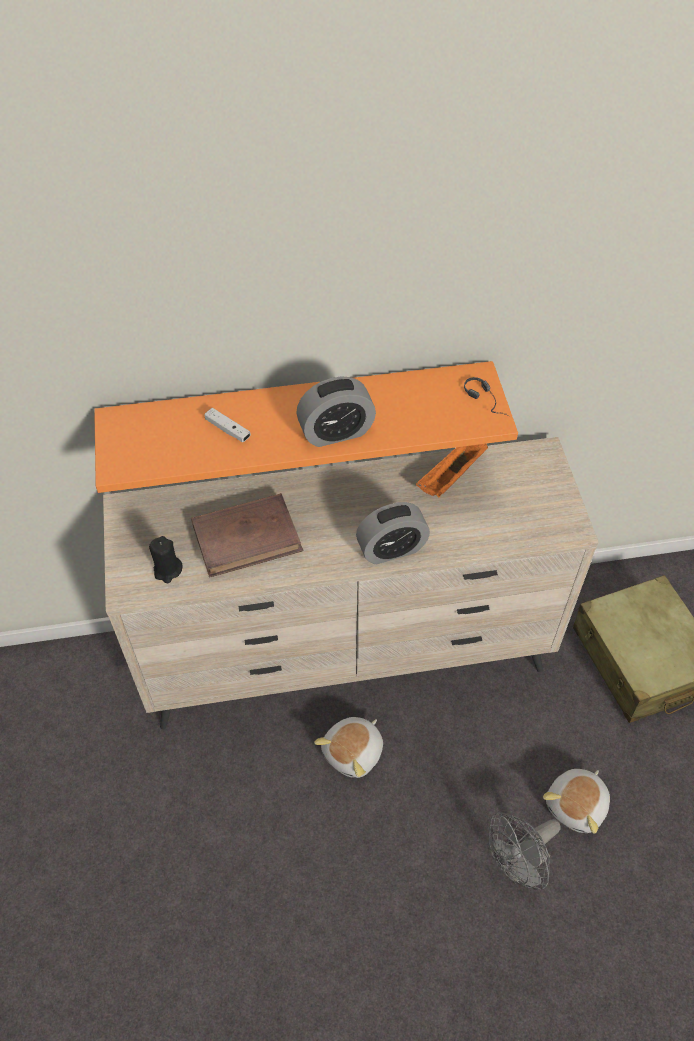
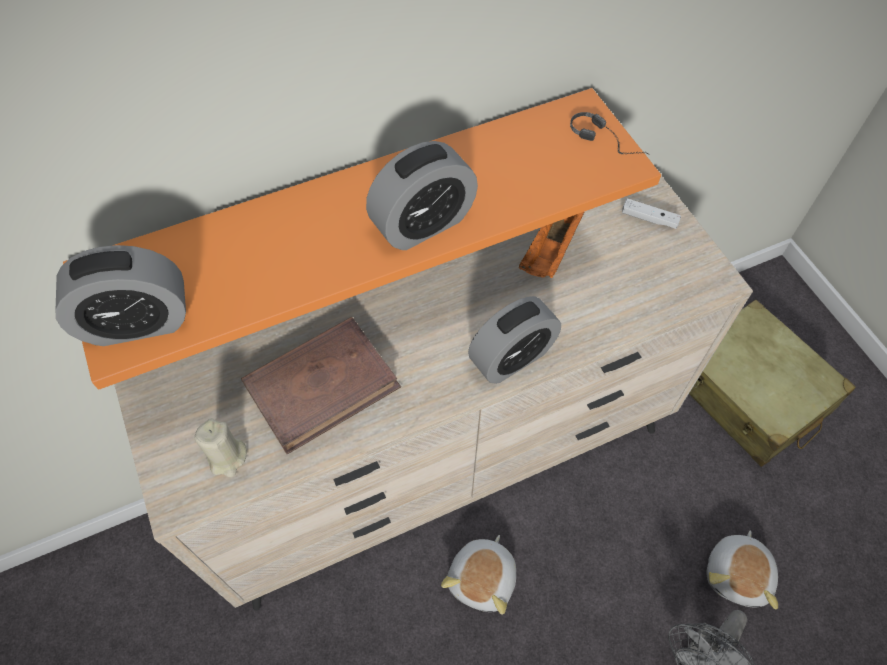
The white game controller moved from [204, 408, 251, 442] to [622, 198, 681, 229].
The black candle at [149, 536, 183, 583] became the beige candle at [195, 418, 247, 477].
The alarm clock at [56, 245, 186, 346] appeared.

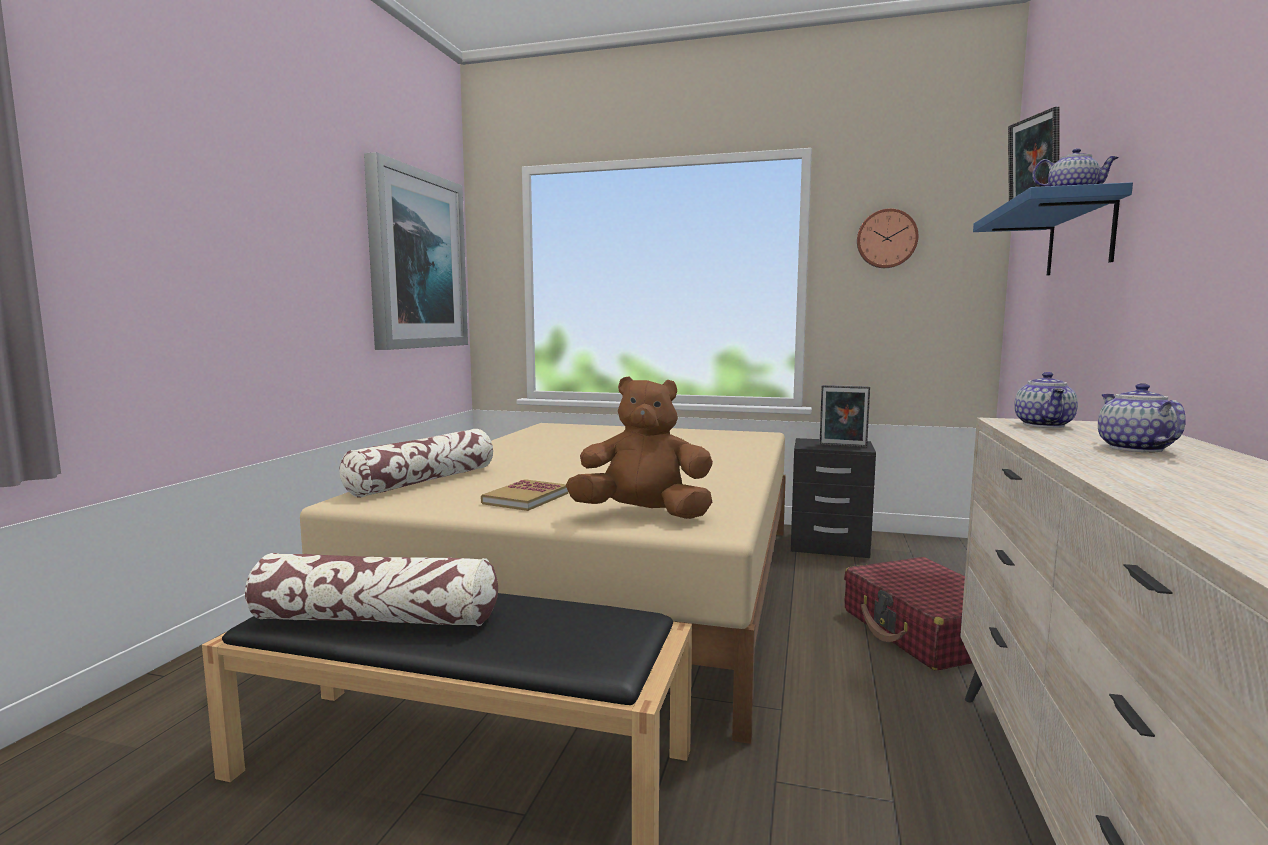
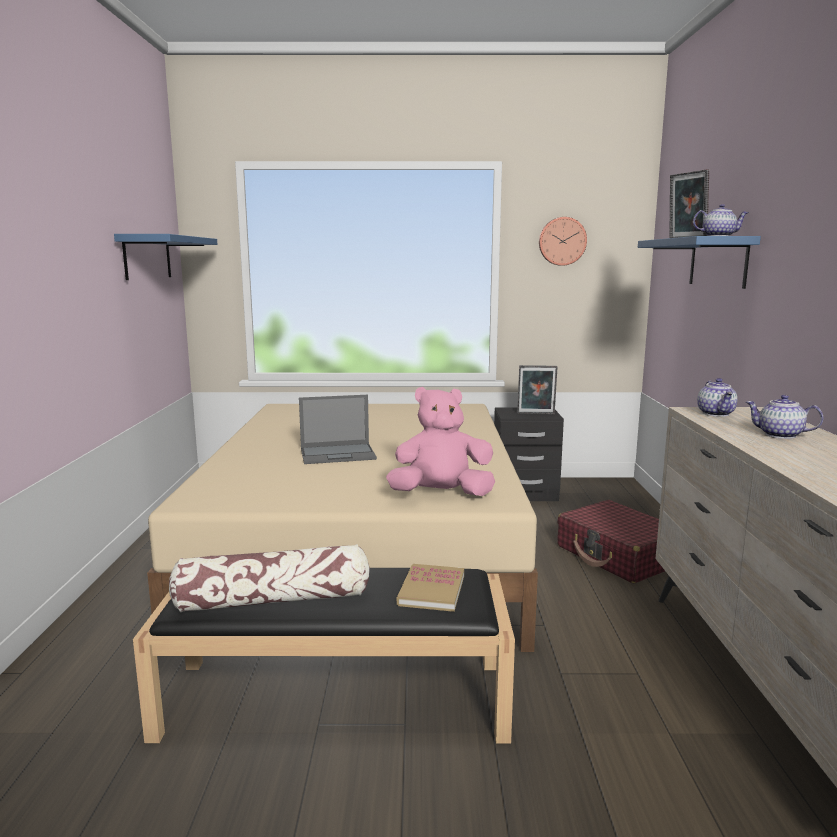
The picture at [364, 152, 468, 350] was replaced by the blue shelf at [114, 234, 218, 280].
The brown plush toy at [566, 376, 713, 519] became the pink plush toy at [386, 387, 495, 496].
The teapot at [1098, 383, 1186, 452] turned 45 degrees counterclockwise.
The pillow at [340, 429, 493, 498] disappeared.
The book moved from [481, 479, 568, 511] to [397, 564, 464, 612].
The laptop at [299, 395, 377, 464] appeared.

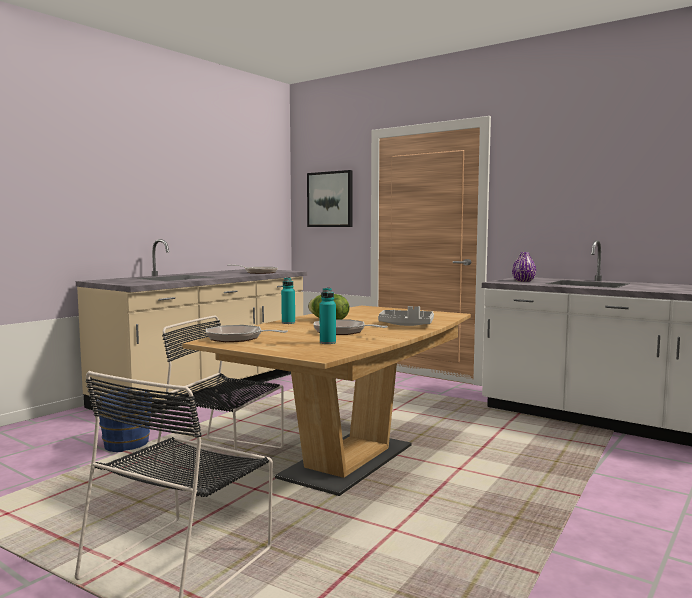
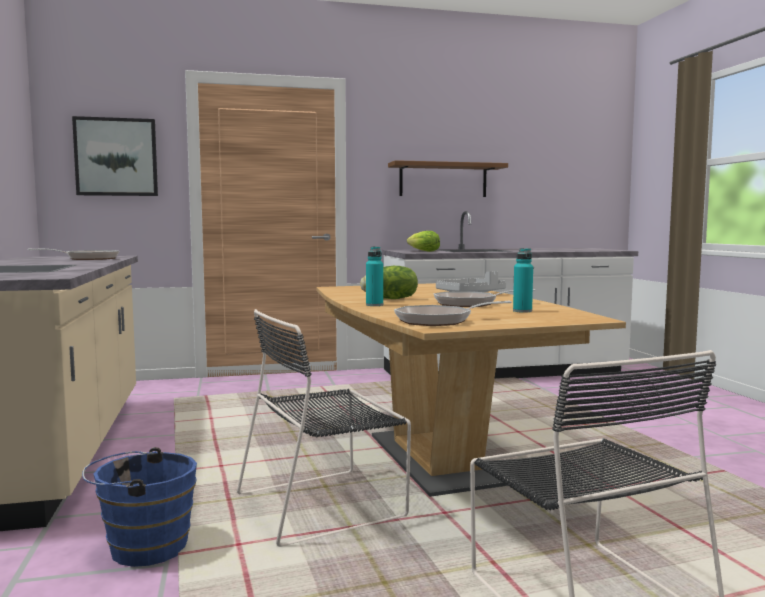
The purple vase at [512, 252, 536, 282] was replaced by the lettuce at [407, 231, 440, 252].
The brown shelf at [388, 160, 508, 197] appeared.

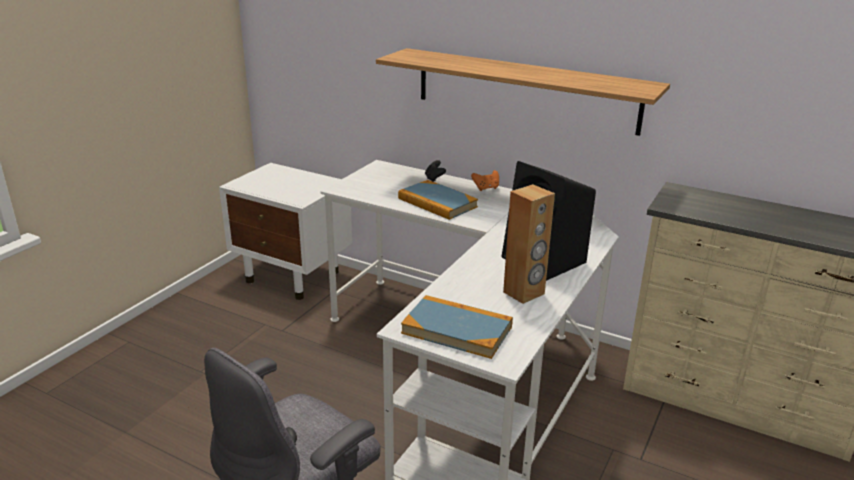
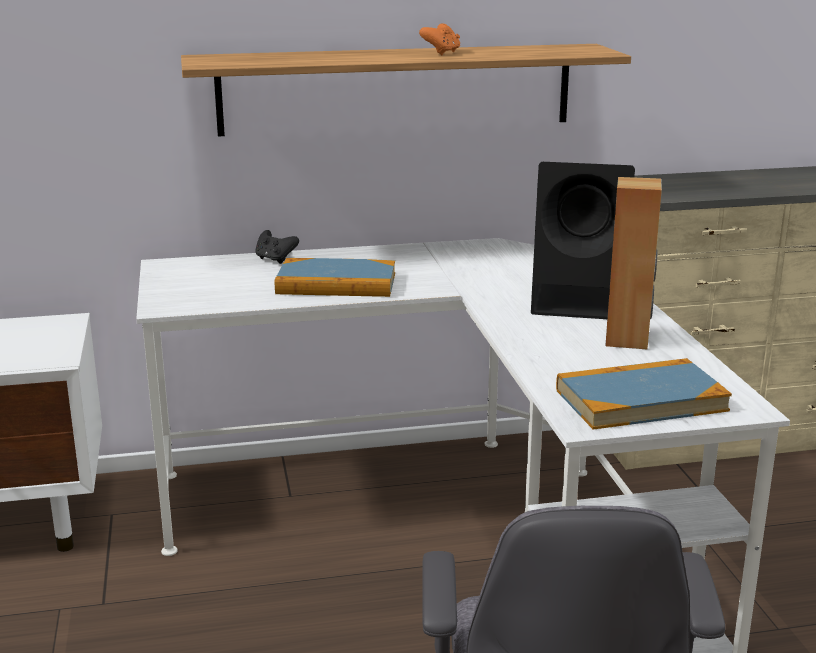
The orange game controller moved from [471, 170, 499, 191] to [419, 23, 460, 55].

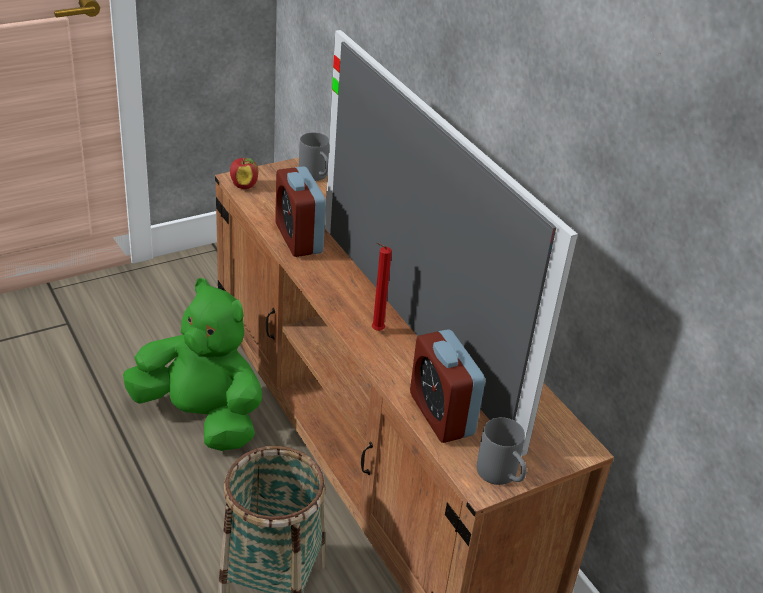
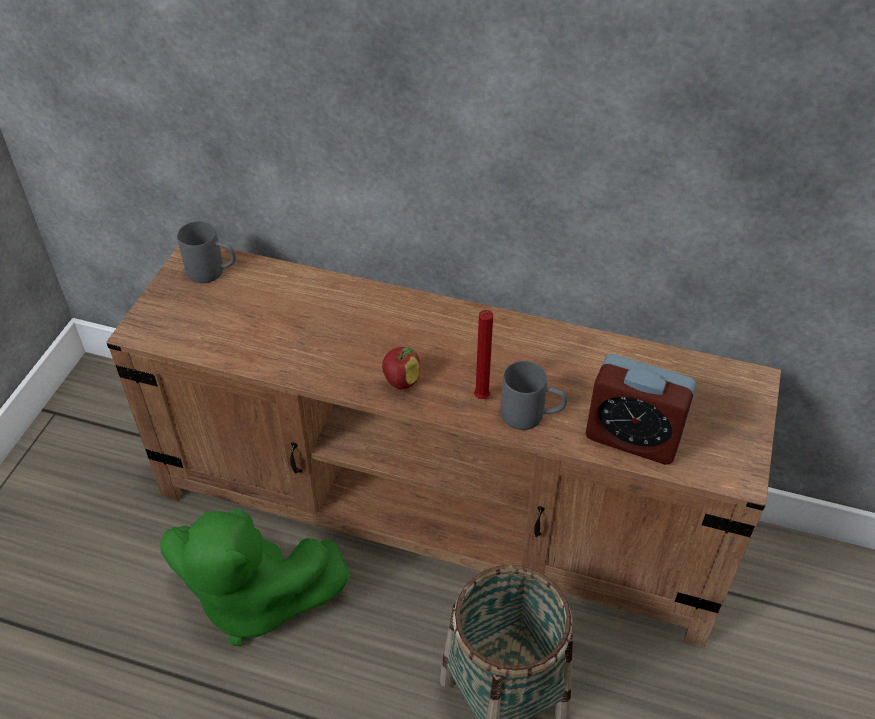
The television at [325, 30, 578, 456] disappeared.
The apple moved from [230, 157, 258, 189] to [382, 347, 420, 390].
The alarm clock at [275, 166, 326, 257] disappeared.
The green plush toy at [123, 278, 262, 451] turned 150 degrees counterclockwise.
The grey mug moved from [477, 417, 527, 485] to [501, 361, 567, 430].

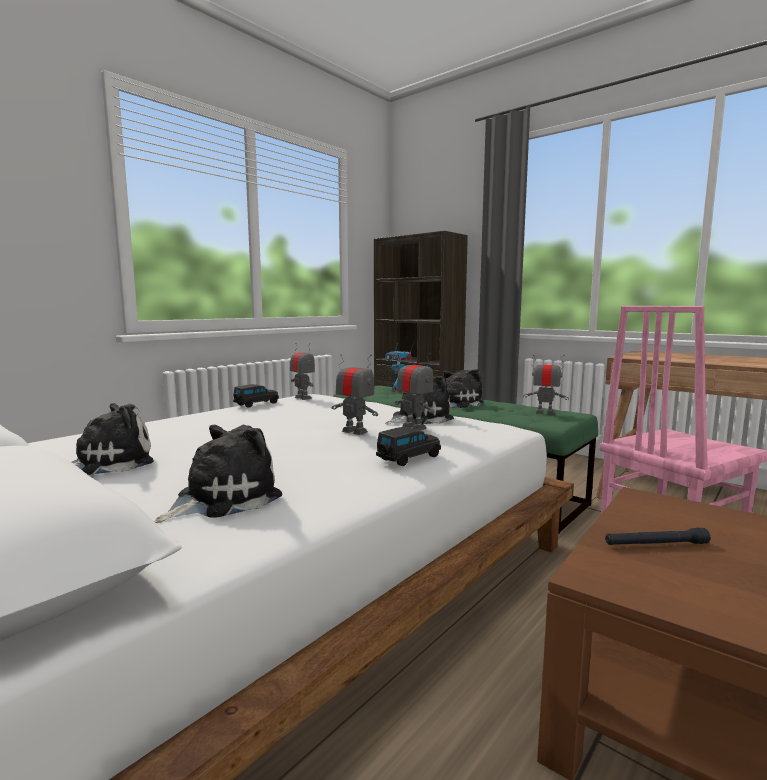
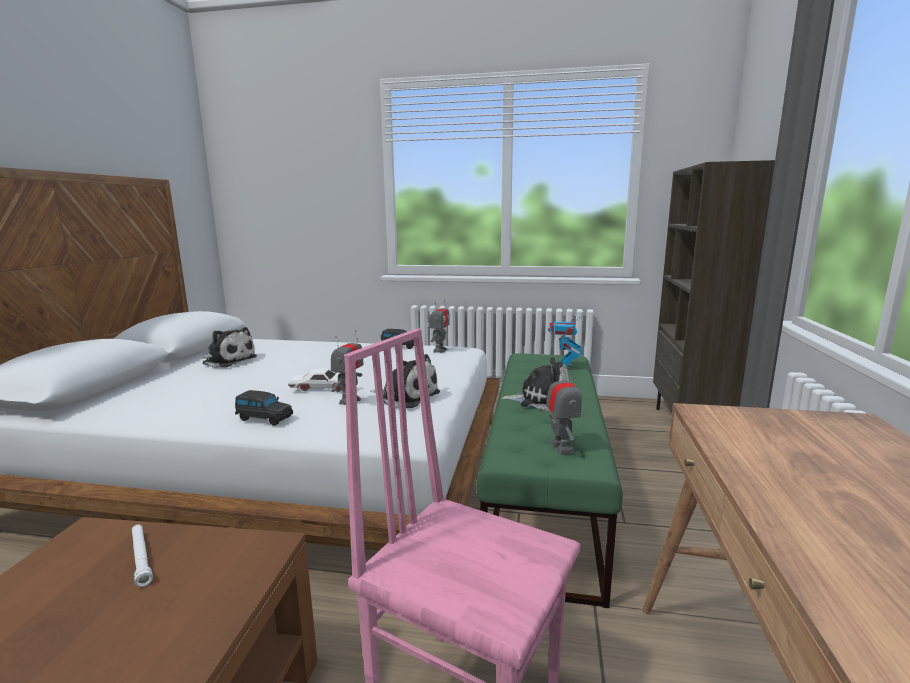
The toy robot at [331, 354, 378, 435] was replaced by the white toy car at [288, 369, 342, 392].
The plush toy at [155, 425, 282, 523] disappeared.
The black flashlight at [605, 528, 710, 545] became the white flashlight at [132, 525, 153, 587].

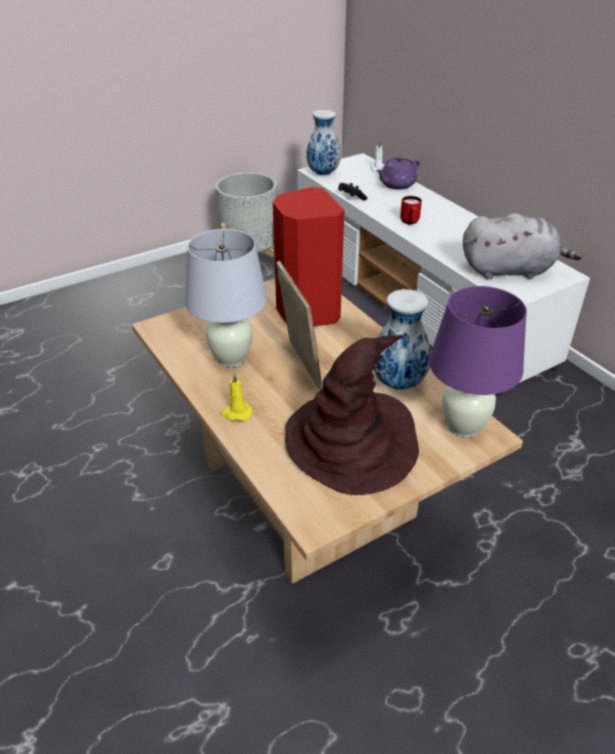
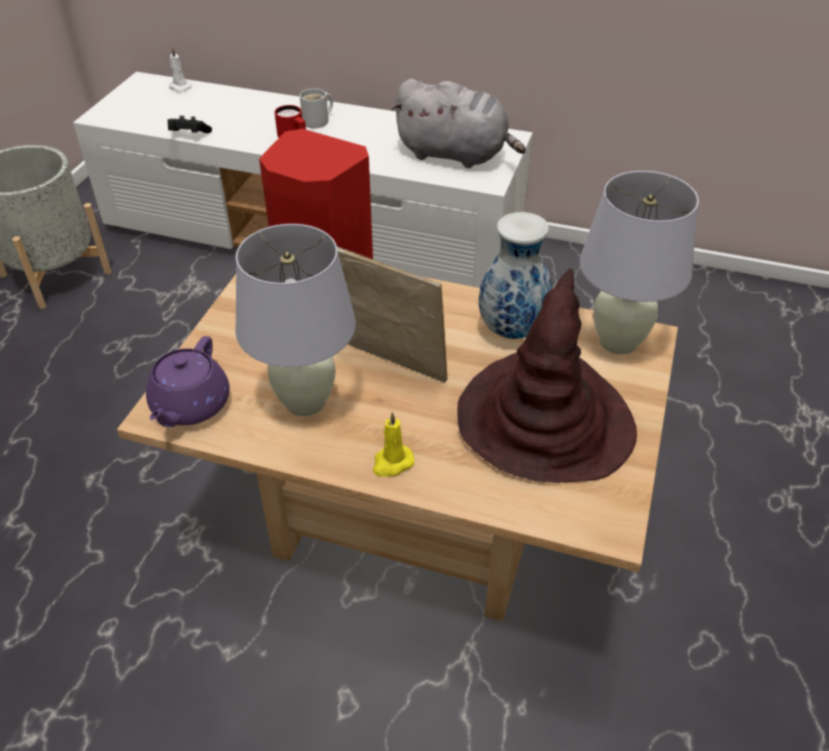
The vase at [306, 110, 341, 176] disappeared.
The purple teapot moved from [376, 156, 420, 190] to [146, 336, 230, 427].
The grey plush toy at [463, 213, 583, 279] turned 60 degrees clockwise.
The purple table lamp at [429, 286, 527, 437] became the white table lamp at [580, 171, 699, 354].
The white mug at [300, 88, 333, 128] appeared.

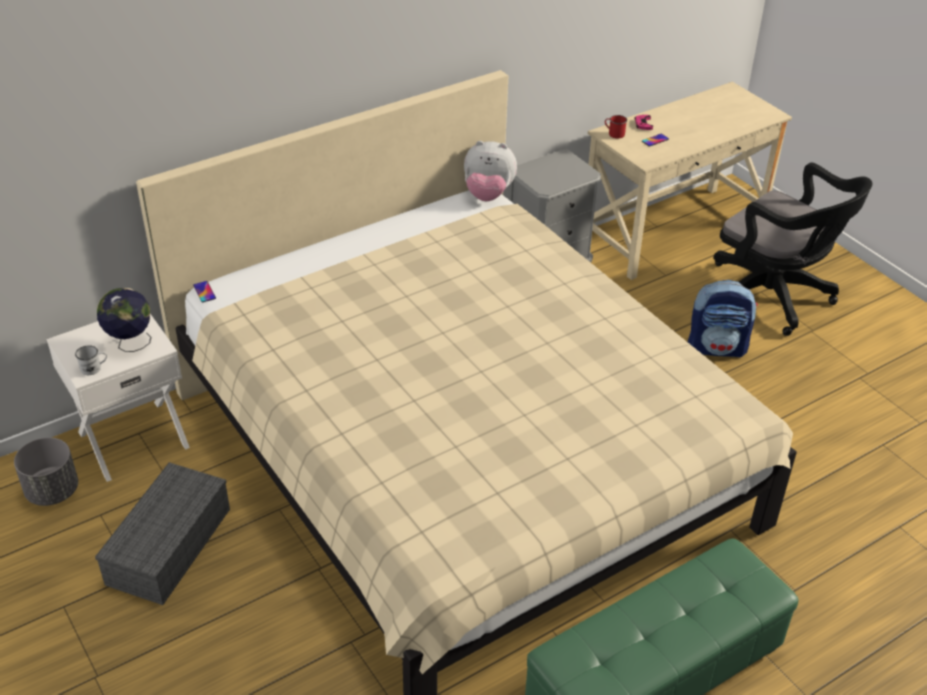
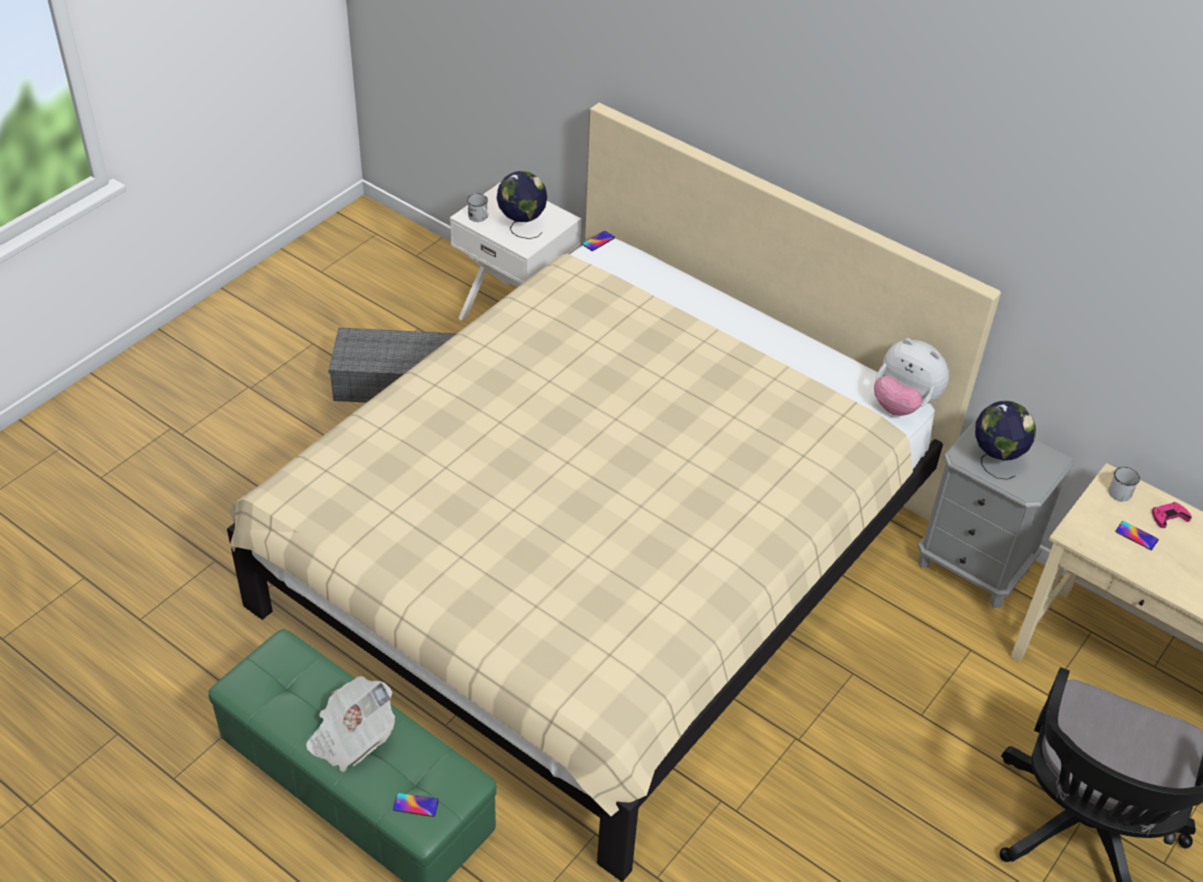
The red mug at [605, 115, 627, 139] became the white mug at [1108, 466, 1140, 501].
The plush toy at [464, 141, 517, 201] turned 45 degrees counterclockwise.
The backpack at [688, 280, 758, 358] disappeared.
The grey planter at [14, 437, 78, 506] disappeared.
The globe at [975, 401, 1036, 480] appeared.
The newspaper at [306, 676, 395, 772] appeared.
The phone at [393, 793, 439, 817] appeared.

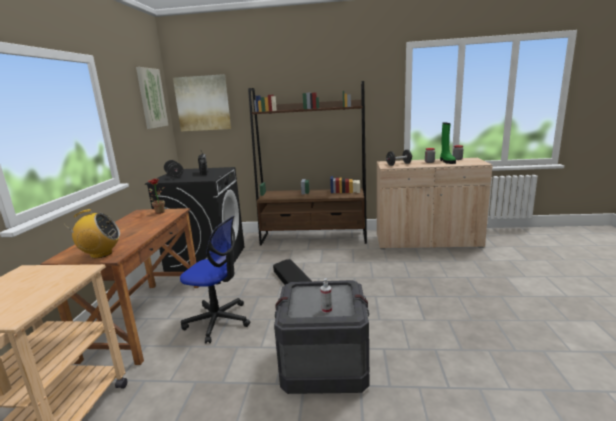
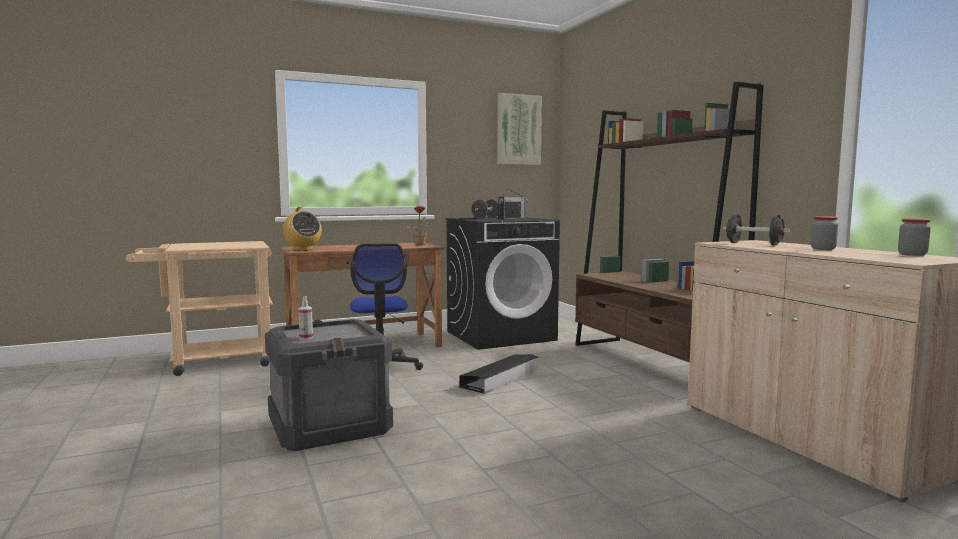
The picture at [173, 74, 231, 131] disappeared.
The green boot at [440, 122, 456, 164] disappeared.

